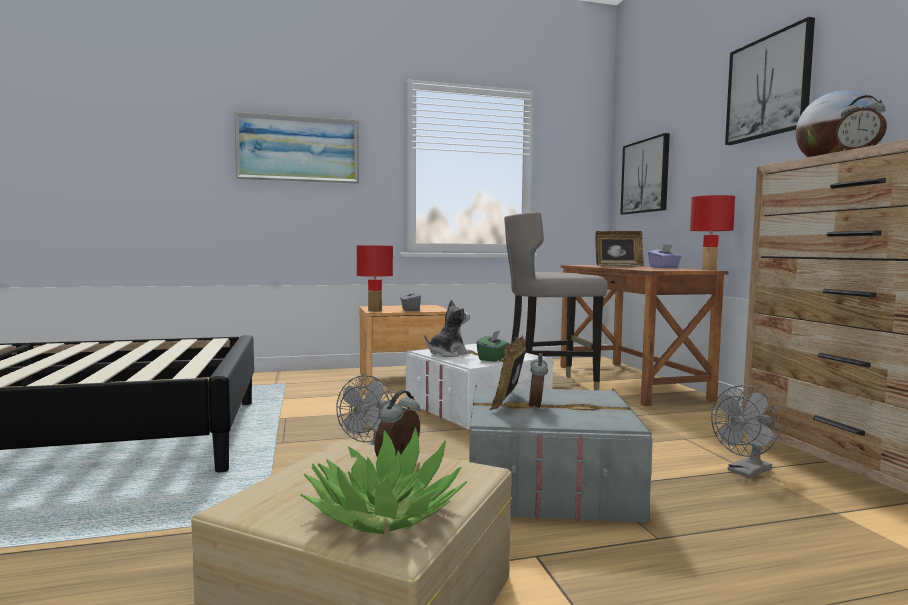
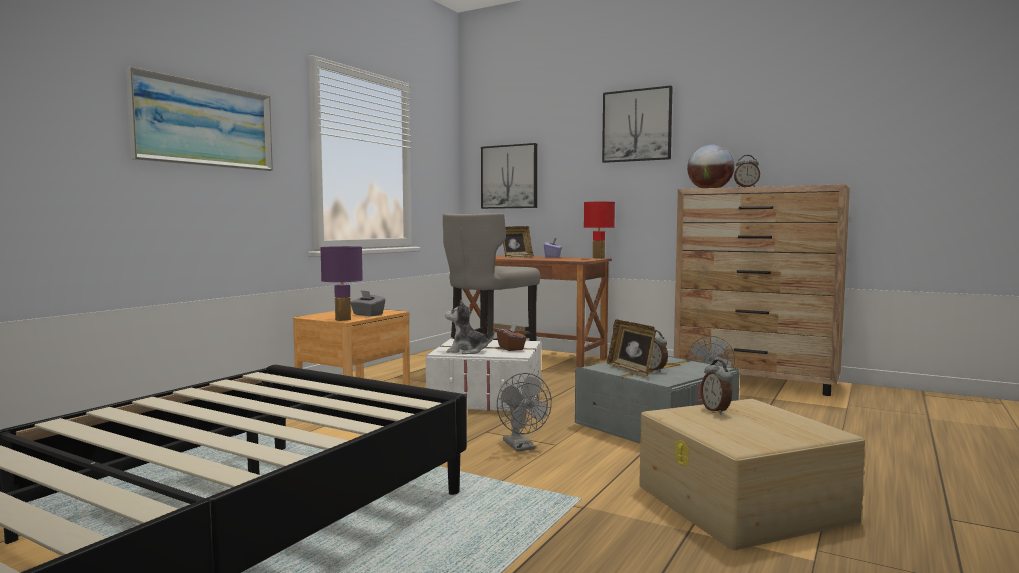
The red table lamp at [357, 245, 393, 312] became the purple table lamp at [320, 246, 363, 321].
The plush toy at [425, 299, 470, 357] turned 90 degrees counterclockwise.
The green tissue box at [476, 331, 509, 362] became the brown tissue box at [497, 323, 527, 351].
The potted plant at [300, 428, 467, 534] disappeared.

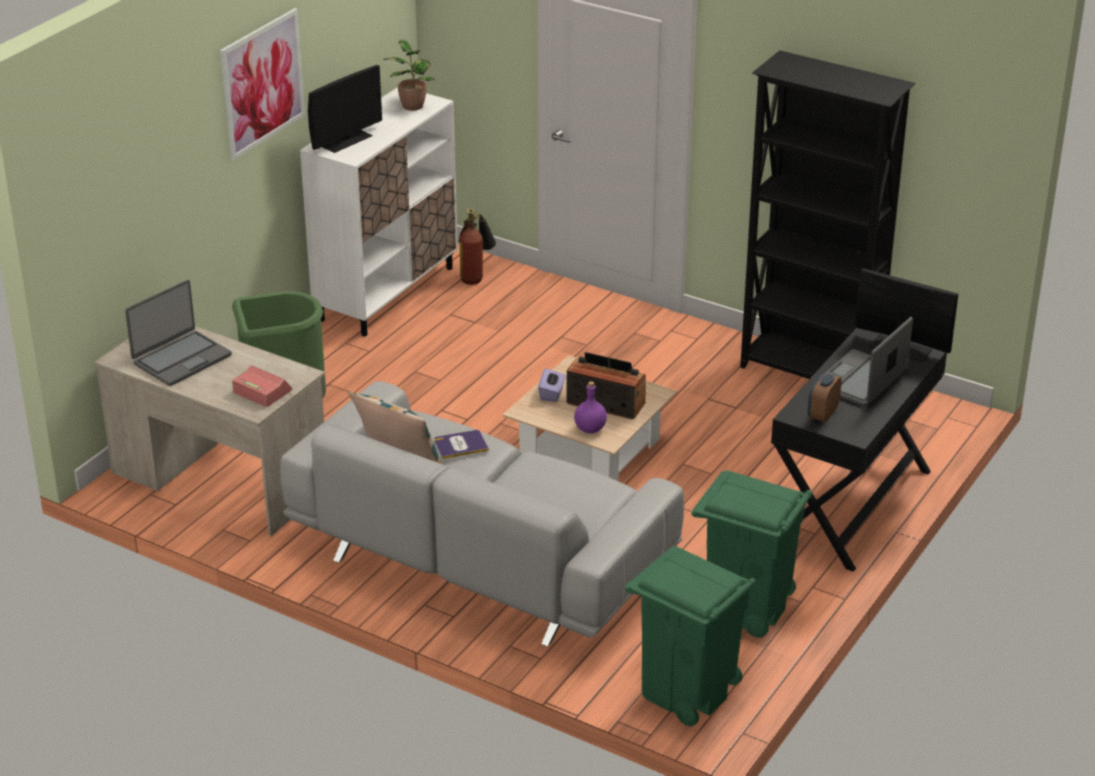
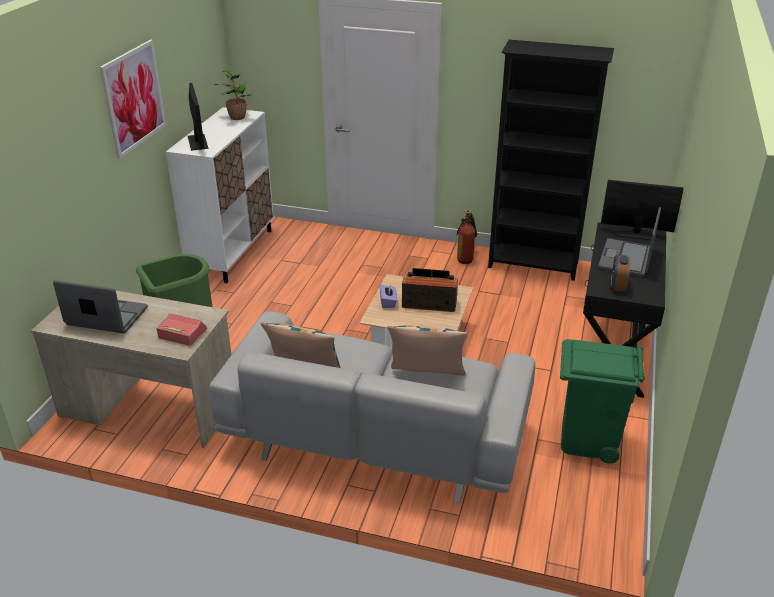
The monitor at [308, 65, 382, 153] turned 45 degrees counterclockwise.
The fire extinguisher moved from [459, 208, 496, 285] to [457, 209, 477, 264].
The laptop at [125, 280, 232, 386] turned 105 degrees counterclockwise.
The purple bottle at [574, 381, 607, 433] disappeared.
The book at [434, 430, 489, 459] disappeared.
The green trash can at [625, 546, 756, 726] disappeared.
The pillow at [387, 325, 468, 376] appeared.

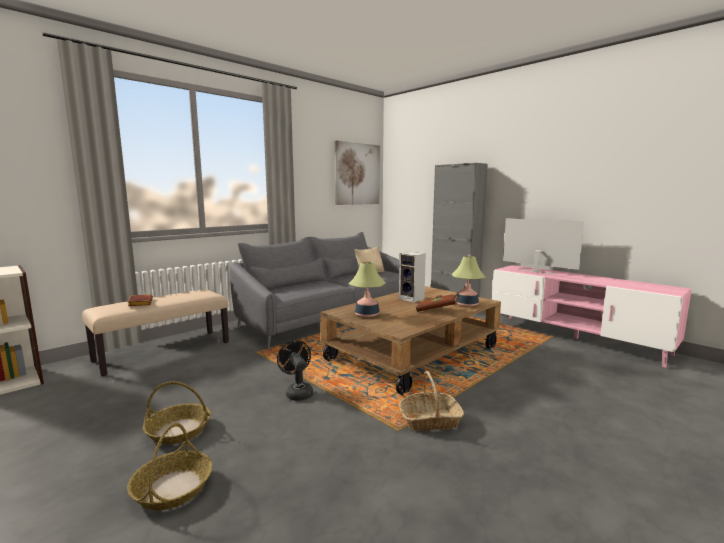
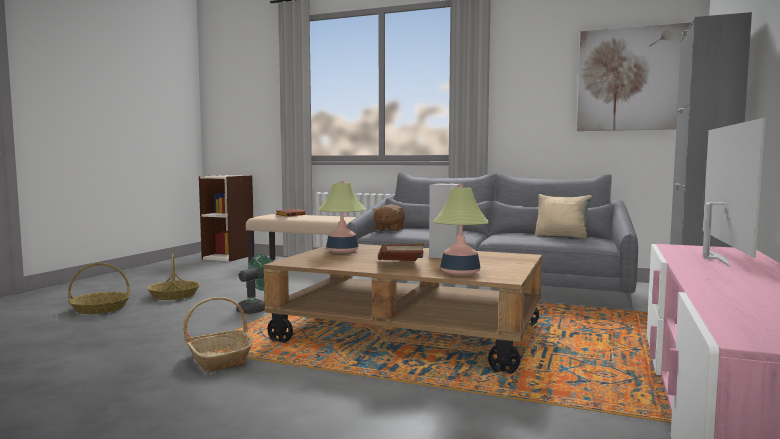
The black fan at [277, 340, 313, 401] became the green fan at [237, 254, 272, 314].
The brown plush toy at [372, 204, 405, 232] appeared.

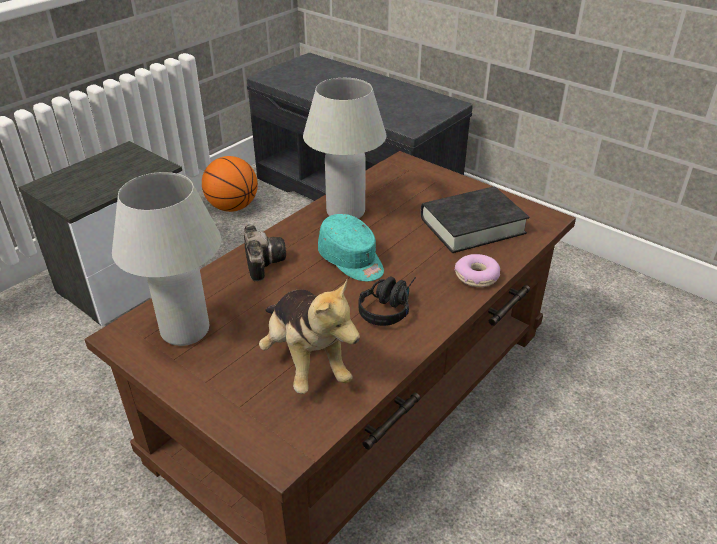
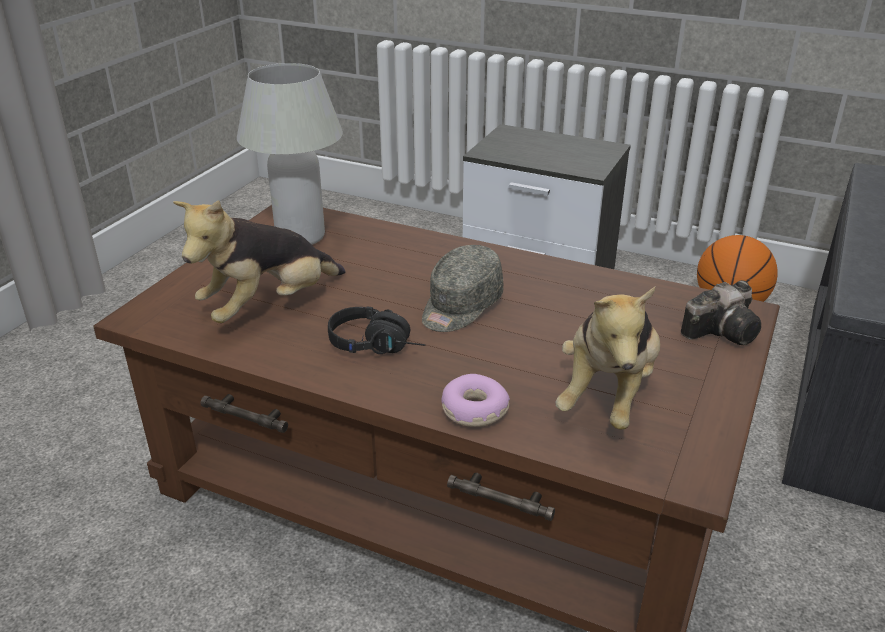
The white table lamp at [303, 78, 386, 219] disappeared.
The black book at [421, 186, 529, 253] was replaced by the plush toy at [556, 287, 660, 430].
The turquoise cap at [318, 214, 384, 281] became the grey cap at [422, 245, 503, 332].
The photo camera moved from [244, 225, 286, 281] to [681, 280, 761, 345].

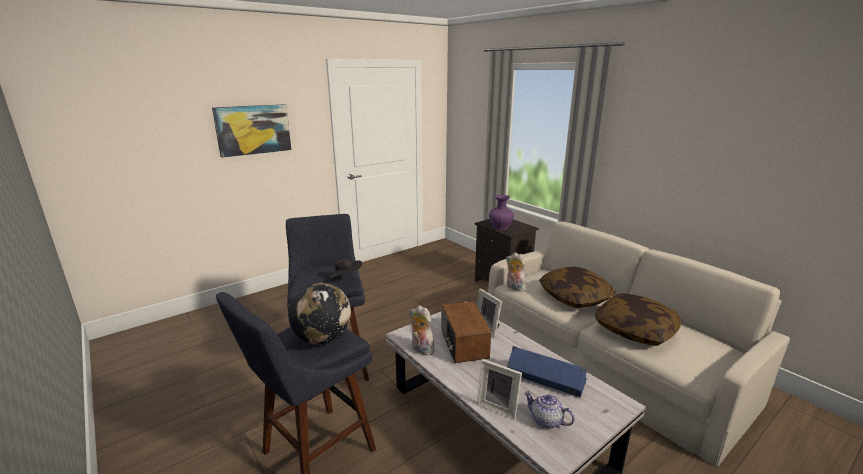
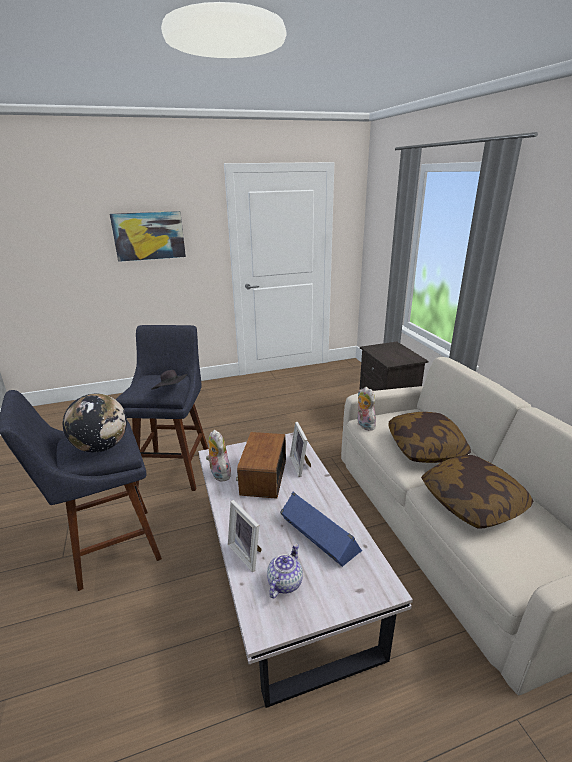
The purple vase at [489, 195, 514, 230] disappeared.
The teapot at [524, 391, 575, 429] turned 60 degrees clockwise.

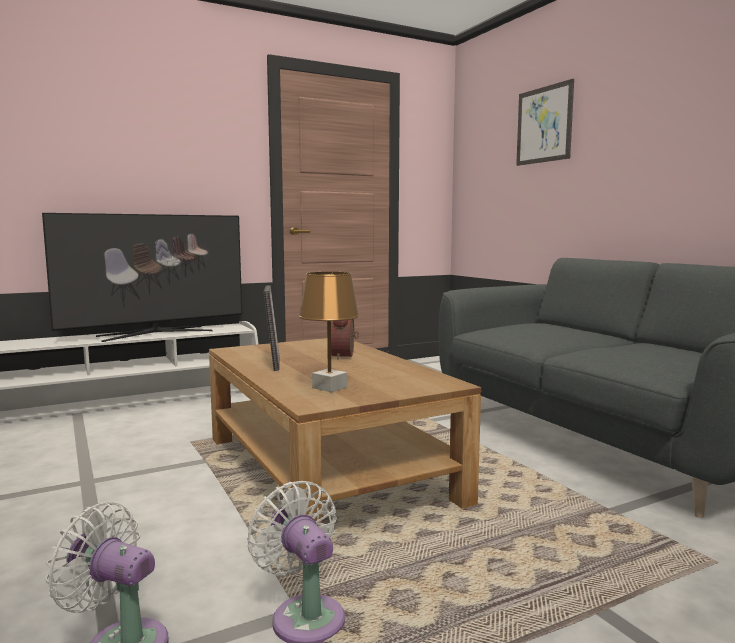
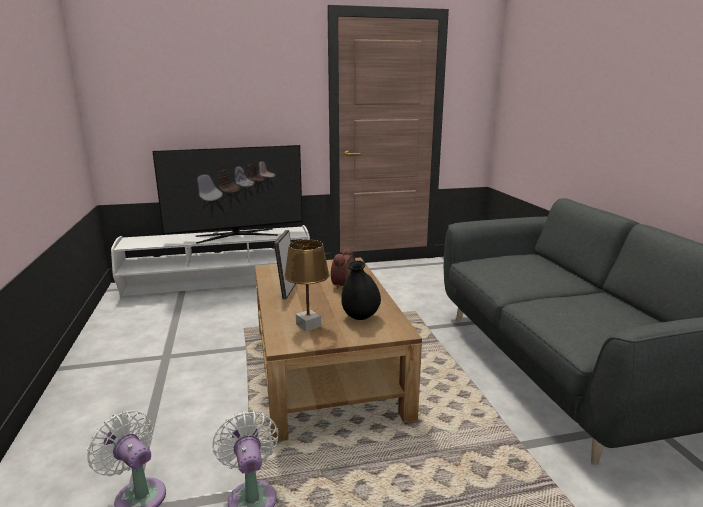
The picture at [516, 79, 574, 166] disappeared.
The black vase at [341, 260, 381, 320] appeared.

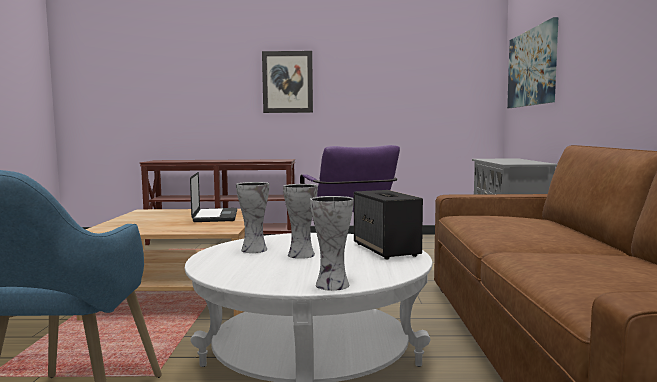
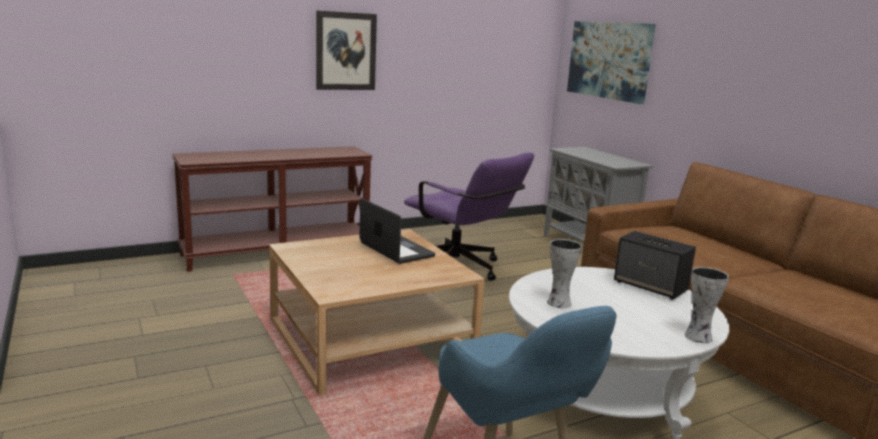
The vase at [283, 184, 318, 259] disappeared.

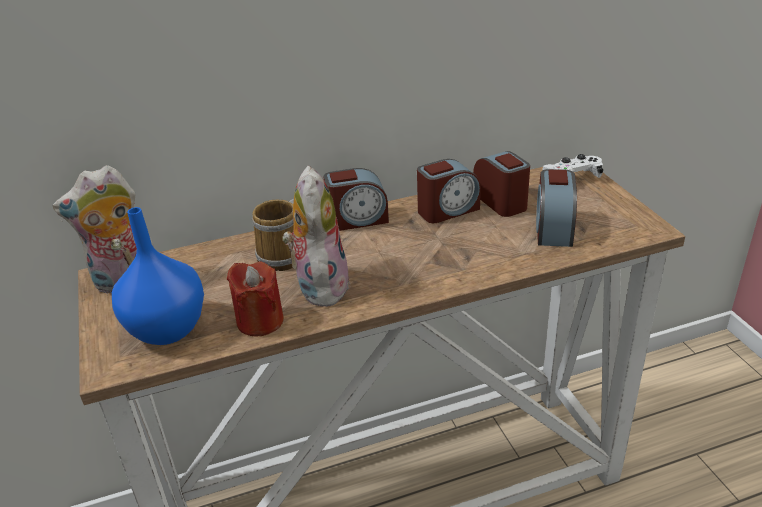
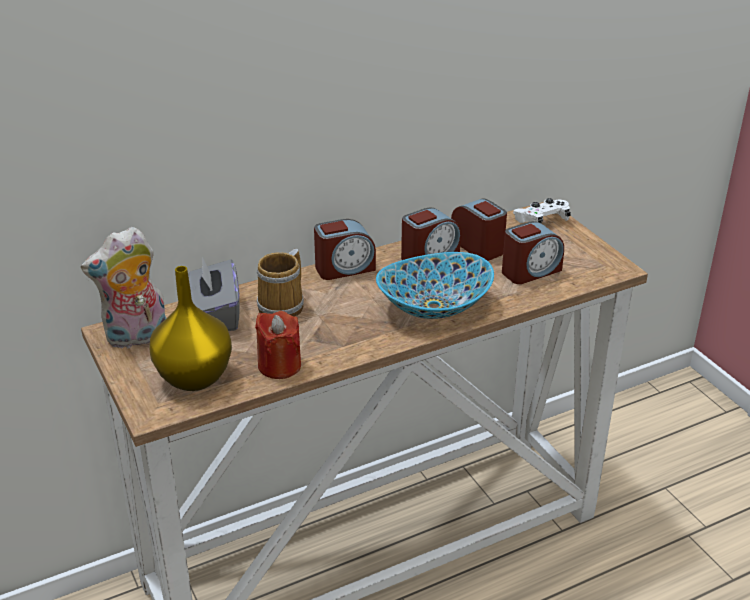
The plush toy at [282, 166, 350, 307] disappeared.
The alarm clock at [536, 169, 577, 247] turned 120 degrees counterclockwise.
The blue vase at [112, 207, 204, 345] became the yellow vase at [149, 266, 232, 391].
The bowl at [376, 252, 494, 319] appeared.
The grey tissue box at [188, 257, 240, 331] appeared.

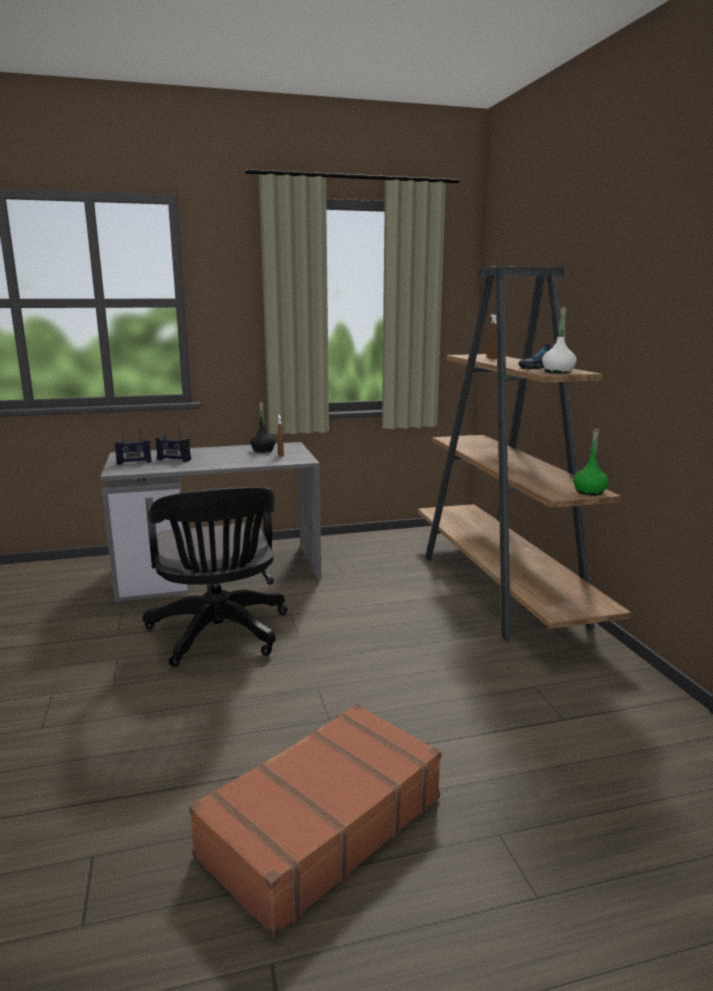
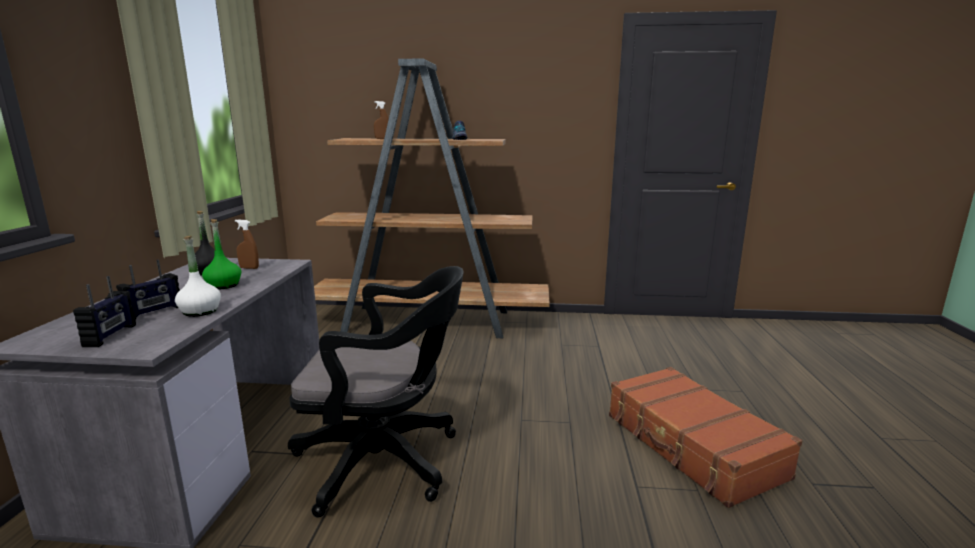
The white bottle moved from [542, 306, 577, 374] to [175, 236, 221, 317].
The green bottle moved from [573, 428, 609, 495] to [202, 219, 241, 289].

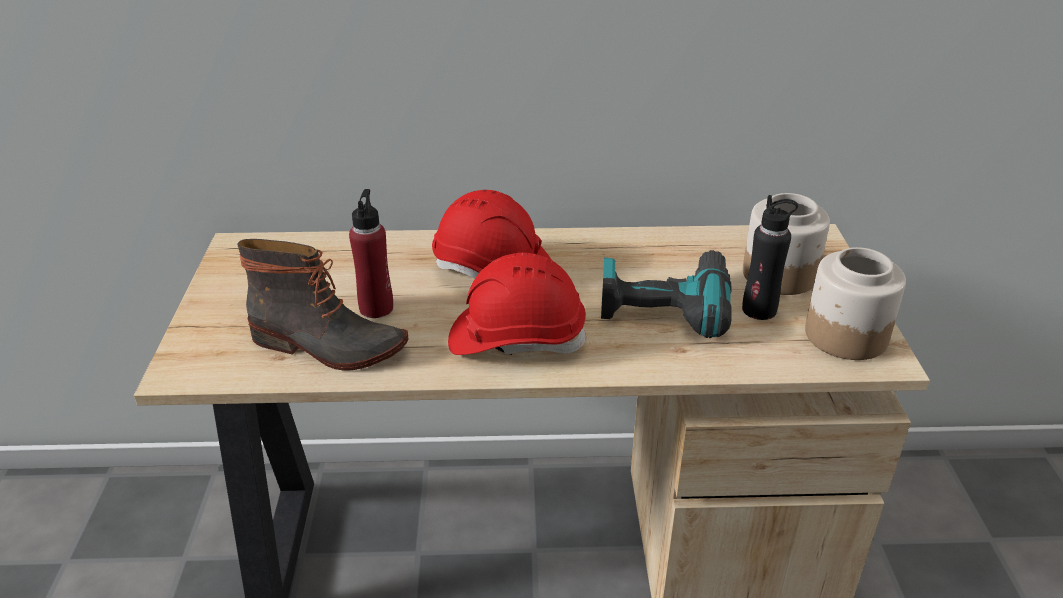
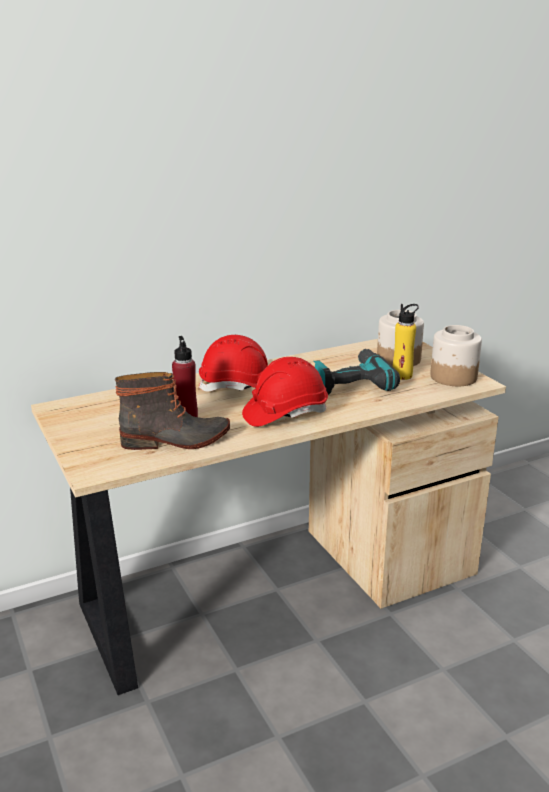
The black bottle at [742, 195, 798, 320] became the yellow bottle at [392, 304, 419, 380].

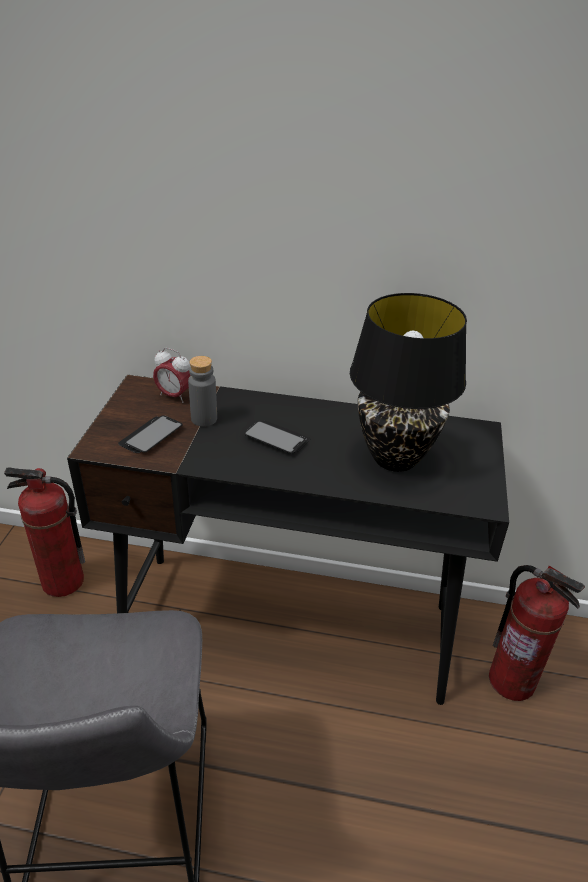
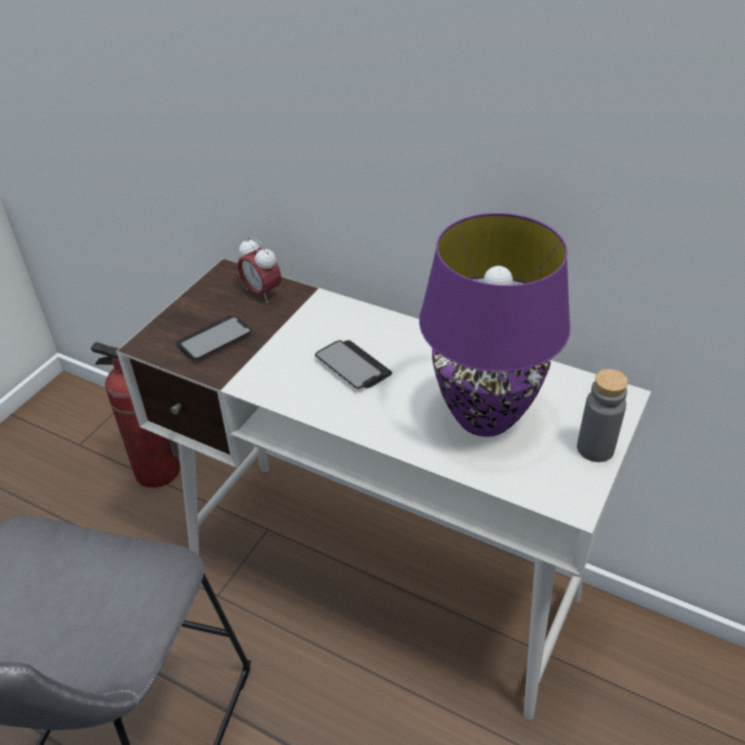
The black table lamp at [350, 293, 467, 472] became the purple table lamp at [419, 213, 571, 437].
The grey bottle moved from [188, 356, 217, 427] to [577, 369, 628, 462].
The black desk at [67, 374, 509, 705] became the white desk at [116, 258, 651, 720].
The fire extinguisher at [489, 565, 585, 701] disappeared.

